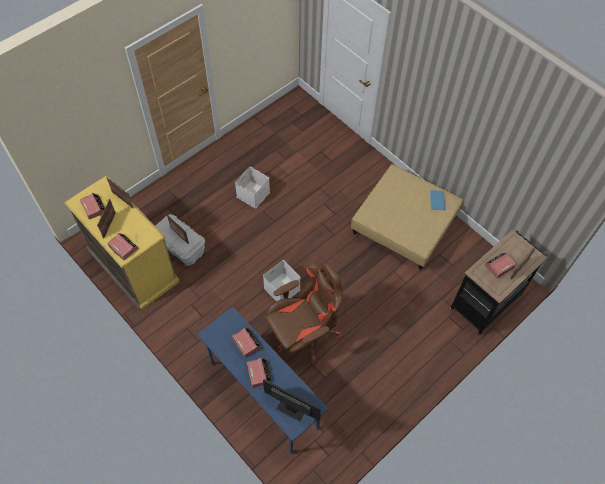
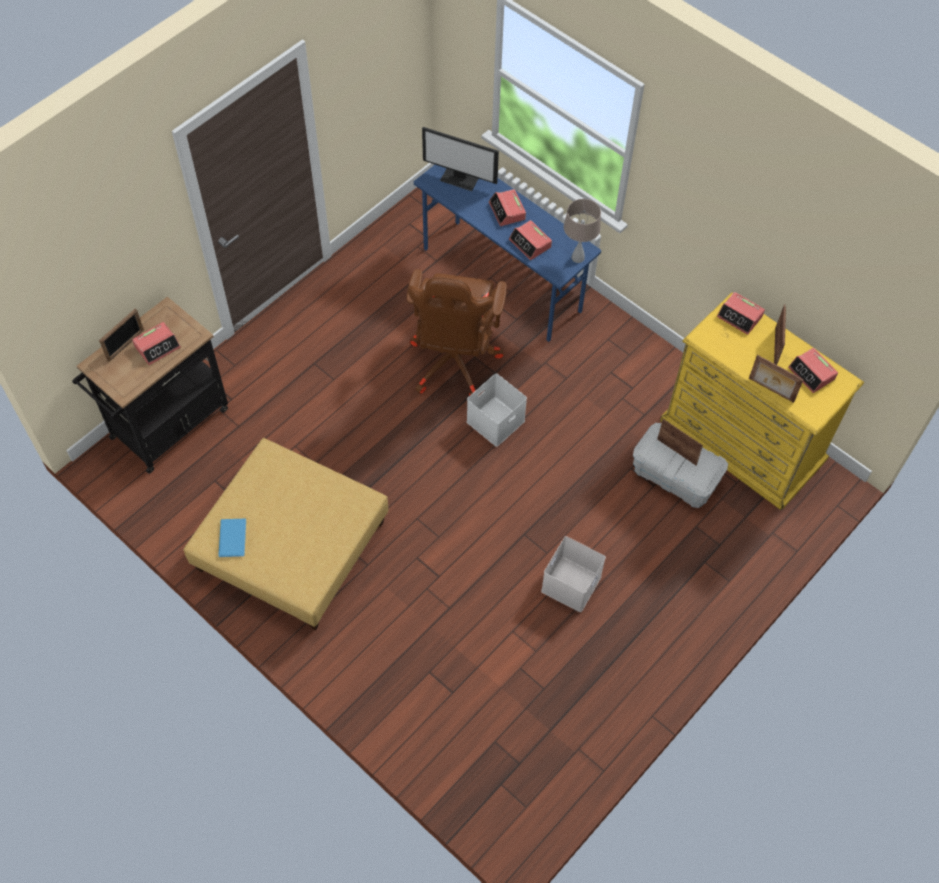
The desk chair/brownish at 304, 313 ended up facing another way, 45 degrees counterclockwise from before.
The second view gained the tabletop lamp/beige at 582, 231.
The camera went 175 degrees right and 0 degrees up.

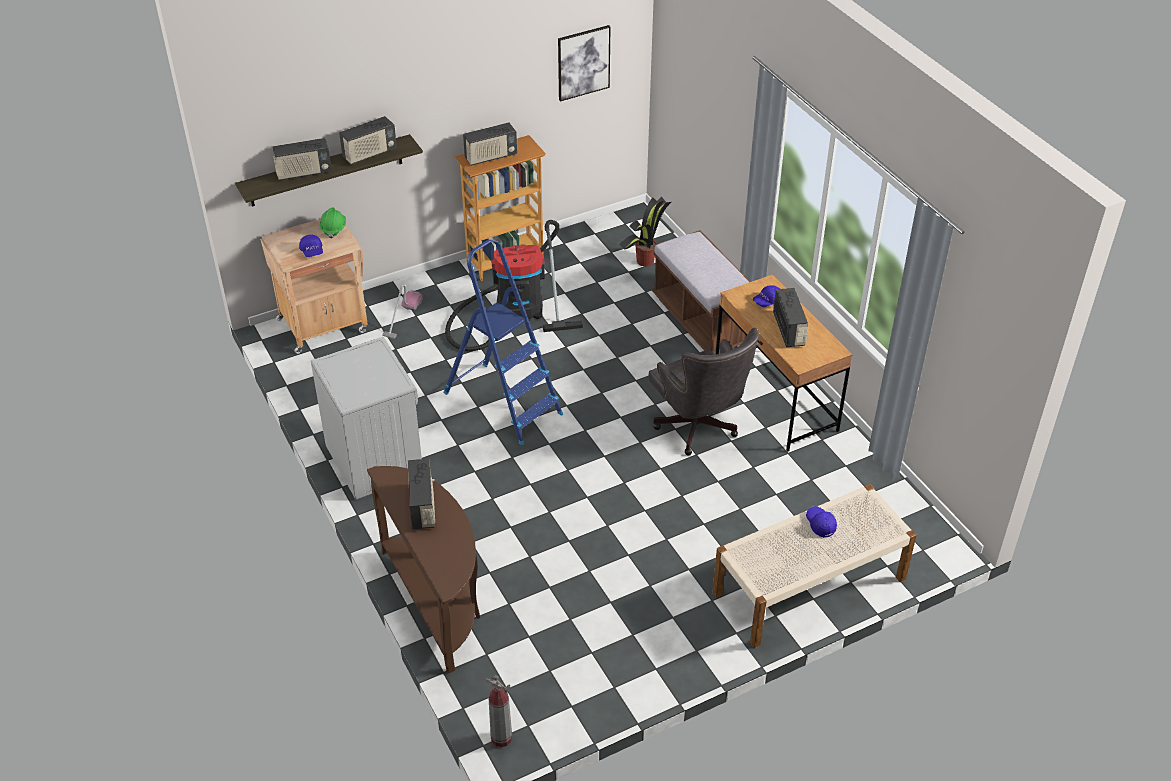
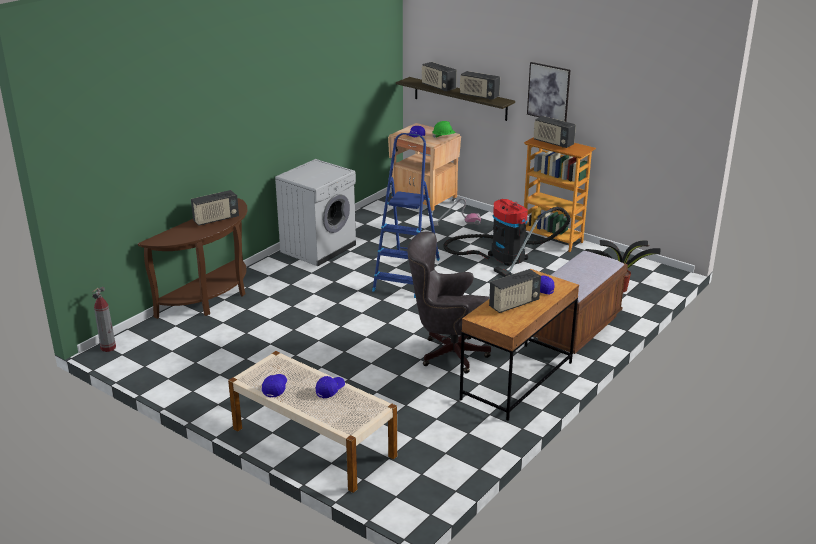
The wall picture ended up elsewhere, having gone from 584, 63 to 549, 92.
The desk chair/gray at 704, 392 ended up facing another way, 60 degrees clockwise from before.
The second view gained the cap/blue at 274, 386.
The camera went 65 degrees right and 15 degrees down.

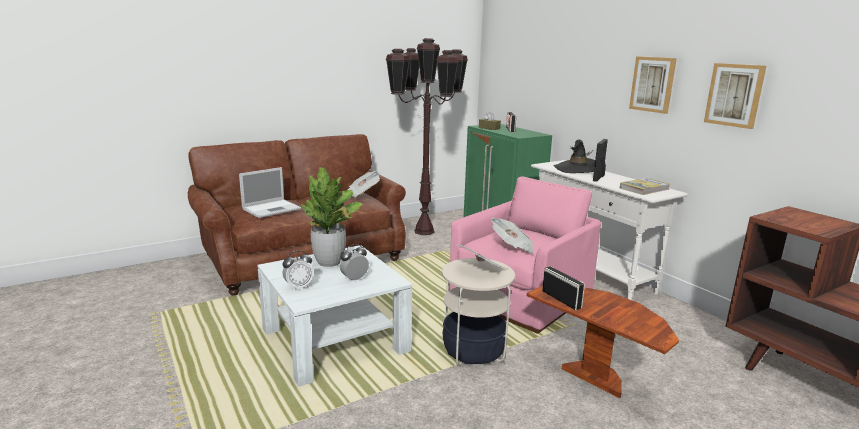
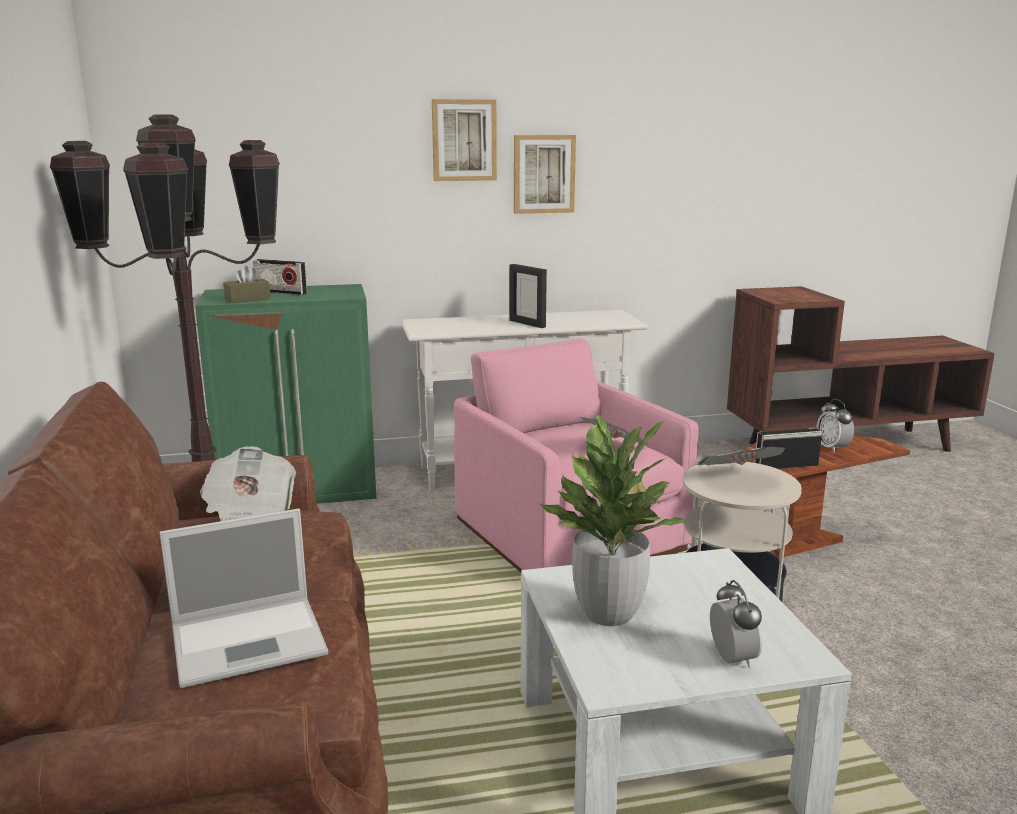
The wall picture ended up elsewhere, having gone from 735, 96 to 464, 140.
The second view lost the clothing hat/blackish at 574, 156.
The laptop at 270, 192 ended up facing another way, 90 degrees clockwise from before.
The second view lost the volume at 645, 186.
The bedside clock ended up elsewhere, having gone from 354, 262 to 835, 426.
The camera went 70 degrees left and 0 degrees up.

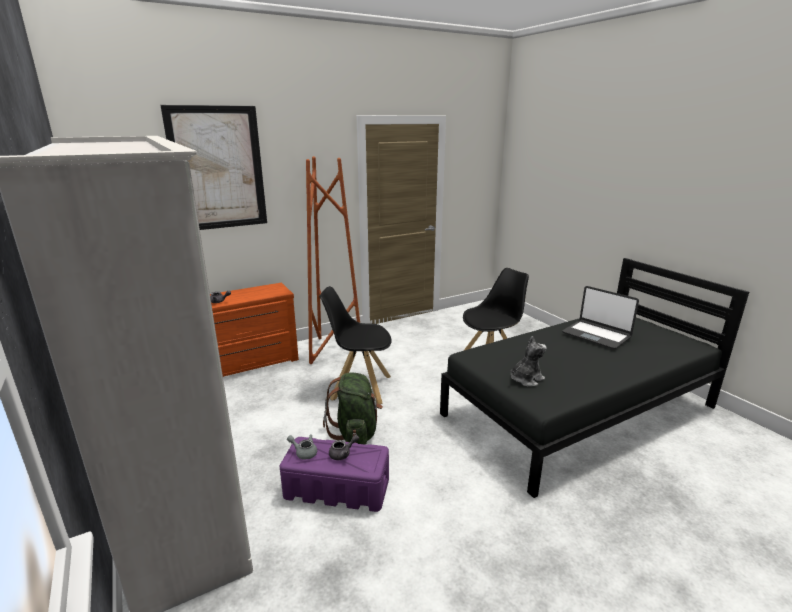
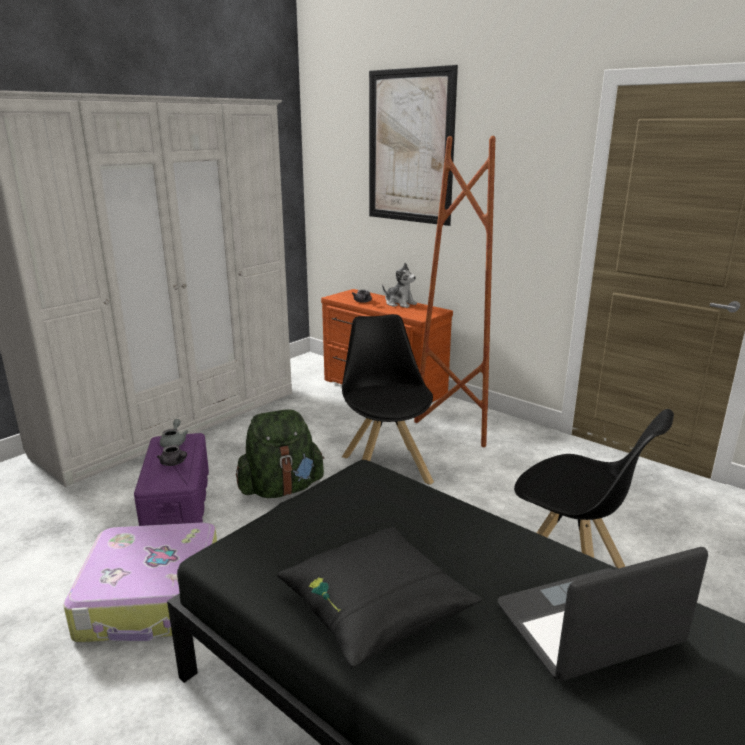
The laptop at 600, 317 ended up facing another way, 45 degrees clockwise from before.
The cuddly toy ended up elsewhere, having gone from 529, 361 to 399, 285.
The second view gained the piece of luggage at 140, 583.
The second view gained the pillow/blackish at 379, 598.
The camera went 70 degrees right and 0 degrees up.

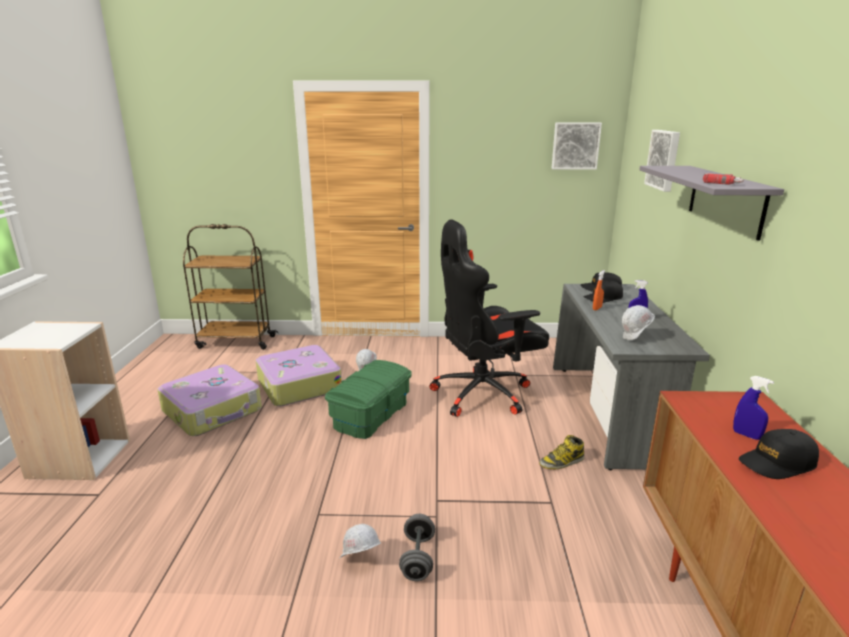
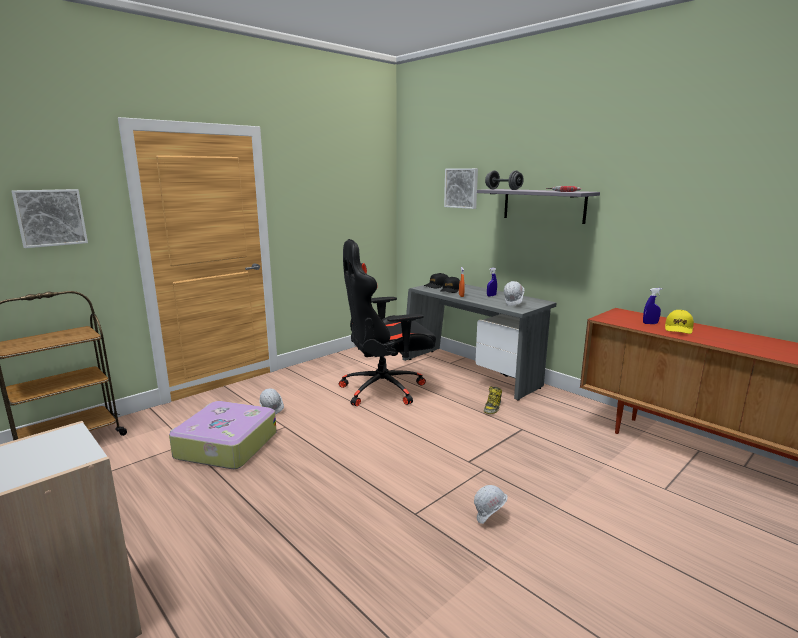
The wall picture ended up elsewhere, having gone from 576, 146 to 49, 218.
The desk chair/blackish at 489, 318 ended up facing another way, 45 degrees clockwise from before.
The second view lost the storage box/greenish at 368, 399.
The second view lost the piece of luggage at 209, 400.
What was the cap/blackish at 779, 454 turned into the cap/yellowish at 679, 322.
The dumbbell/gray ended up elsewhere, having gone from 417, 547 to 504, 180.
The camera went 45 degrees left and 5 degrees down.

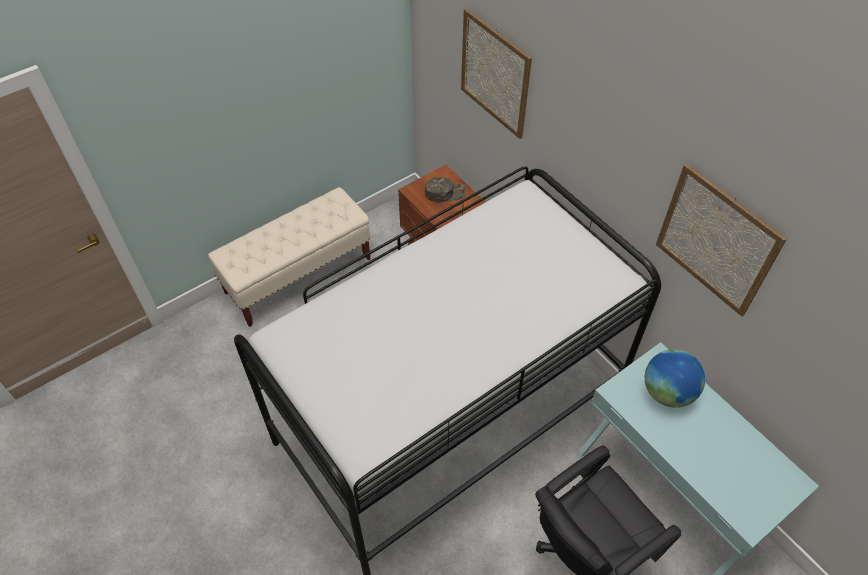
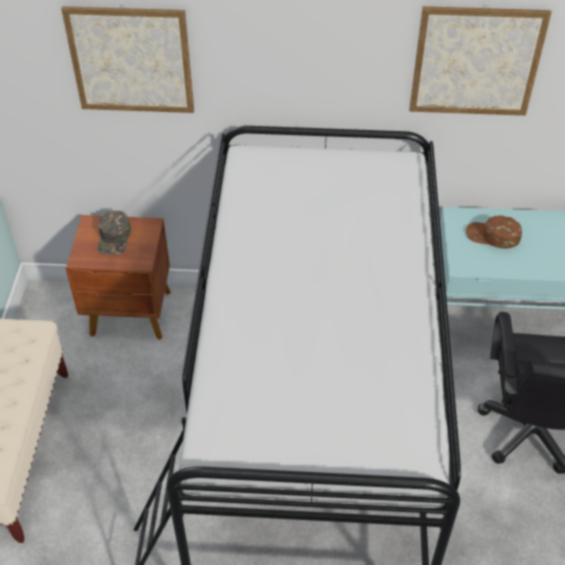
The cap/greenish at 445, 189 ended up facing another way, 150 degrees clockwise from before.
Where the globe stood at 675, 378, the cap/brownish came to stand at 494, 232.
The camera went 50 degrees left and 5 degrees down.

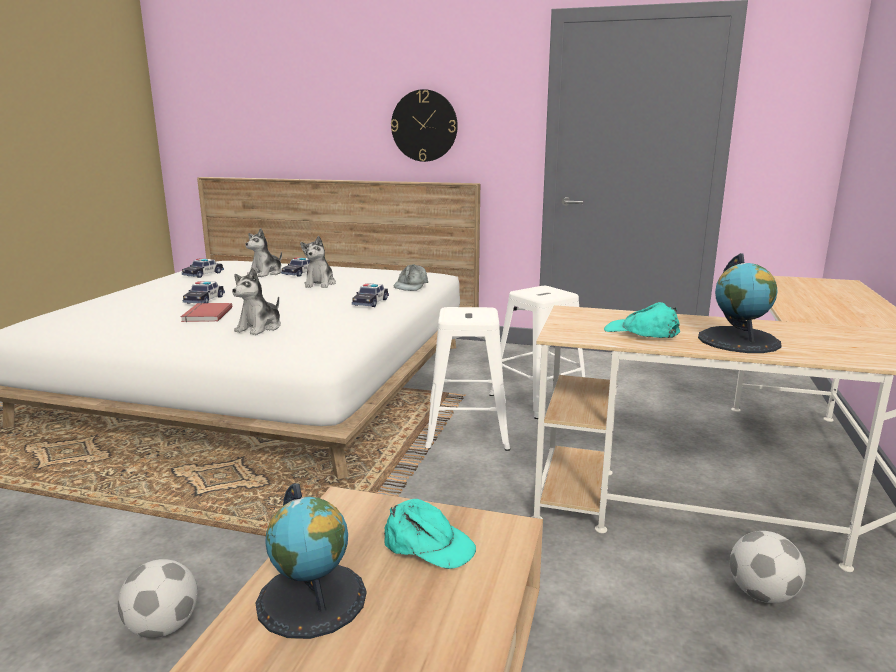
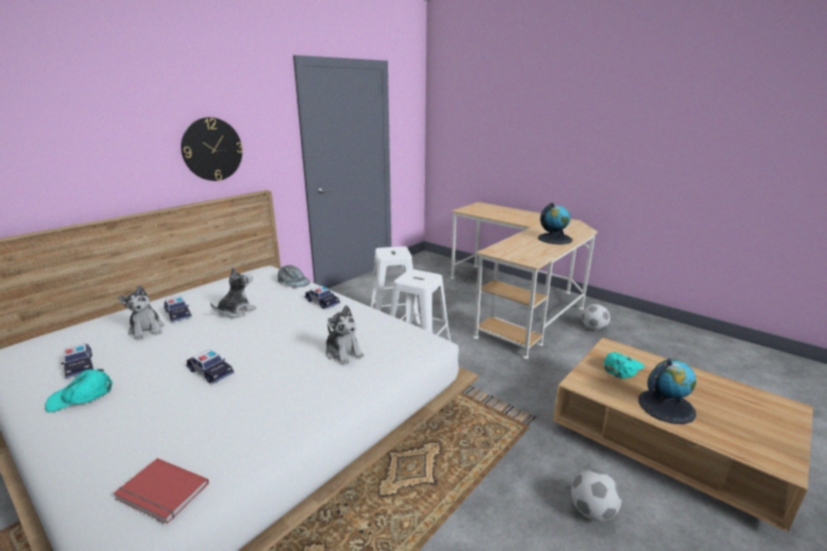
The cuddly toy at 318, 262 ended up facing another way, 75 degrees counterclockwise from before.
The cap/turquoise ended up elsewhere, having gone from 642, 320 to 79, 391.
The volume/red ended up elsewhere, having gone from 206, 312 to 161, 491.
The camera went 65 degrees left and 5 degrees up.

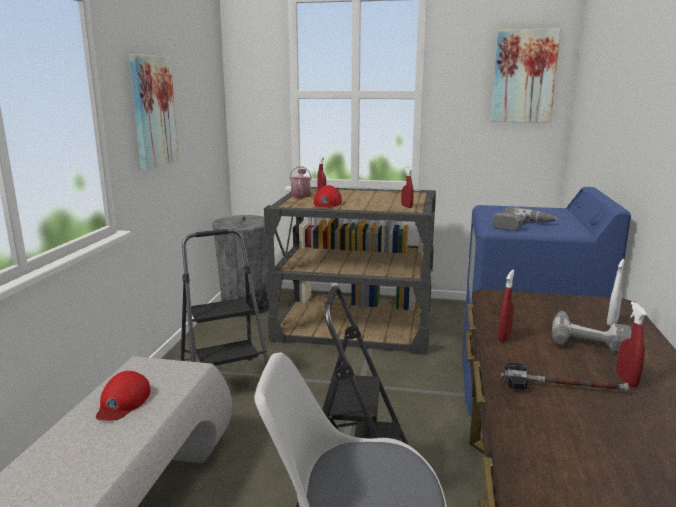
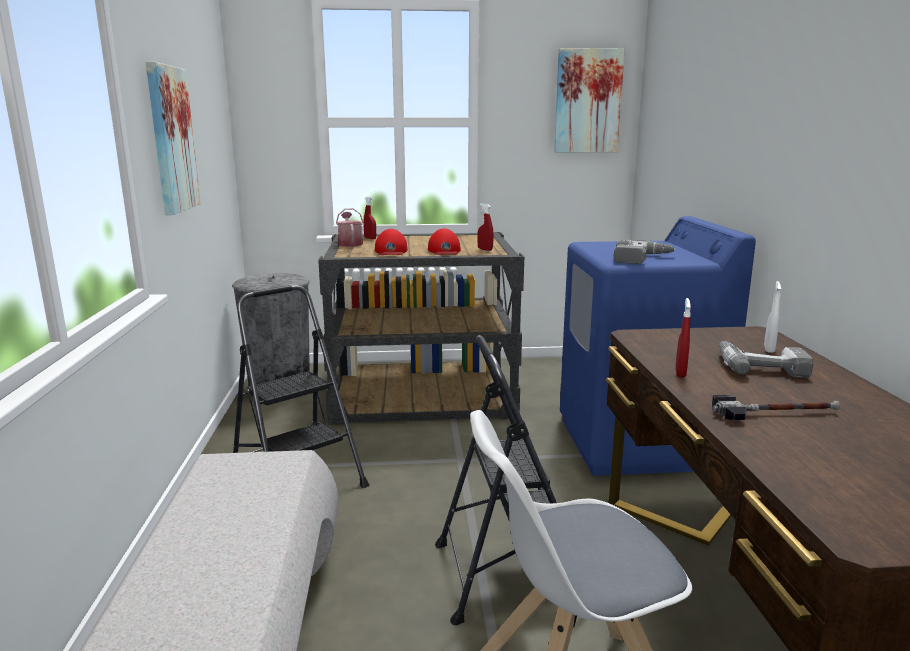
The second view lost the sprayer/red at 632, 344.
The cap/red ended up elsewhere, having gone from 123, 396 to 444, 241.
The camera went 15 degrees left and 0 degrees up.

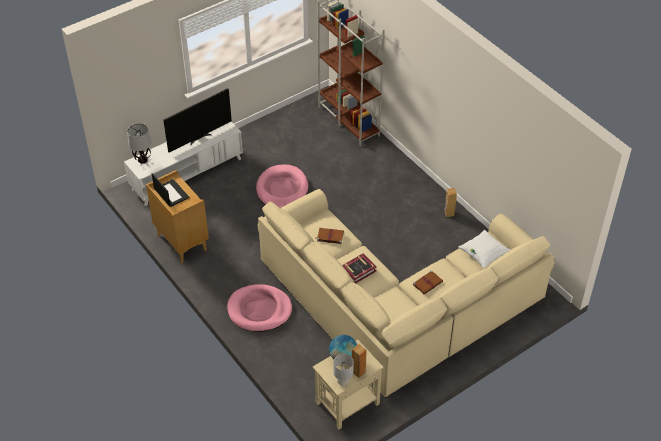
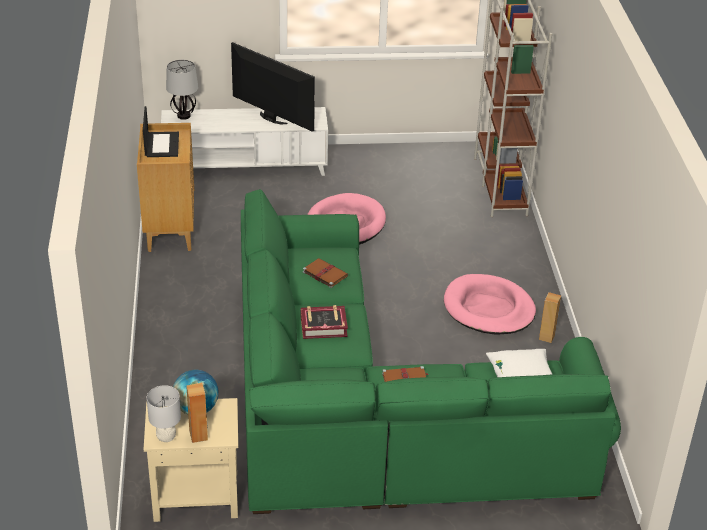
The TV at 197, 120 ended up facing another way, 135 degrees counterclockwise from before.
What was the couch/beige at 406, 293 turned into the couch/greenish at 431, 351.
The pet bed/pink-coloured ended up elsewhere, having gone from 259, 308 to 490, 304.
The camera went 30 degrees right and 10 degrees down.

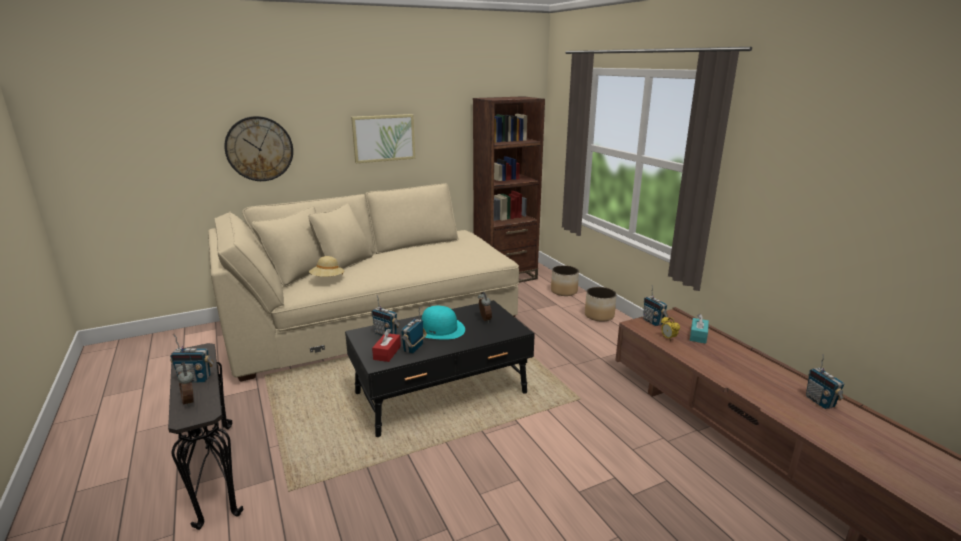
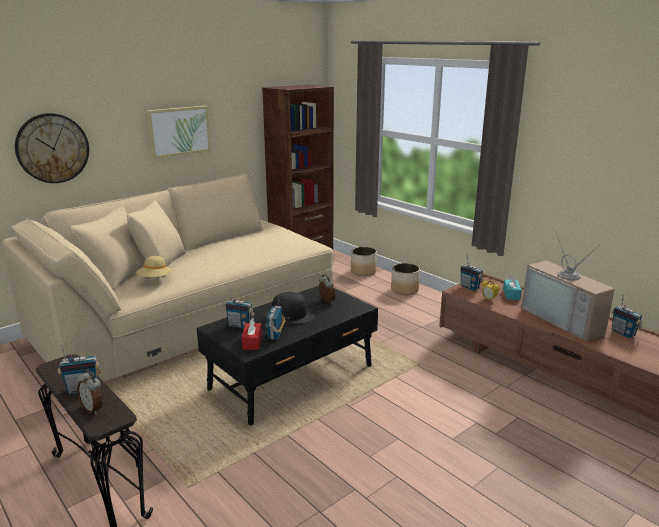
What was the clothing hat/turquoise at 443, 323 turned into the clothing hat/blackish at 289, 308.
The second view gained the TV at 568, 285.
The camera went 15 degrees left and 0 degrees up.

